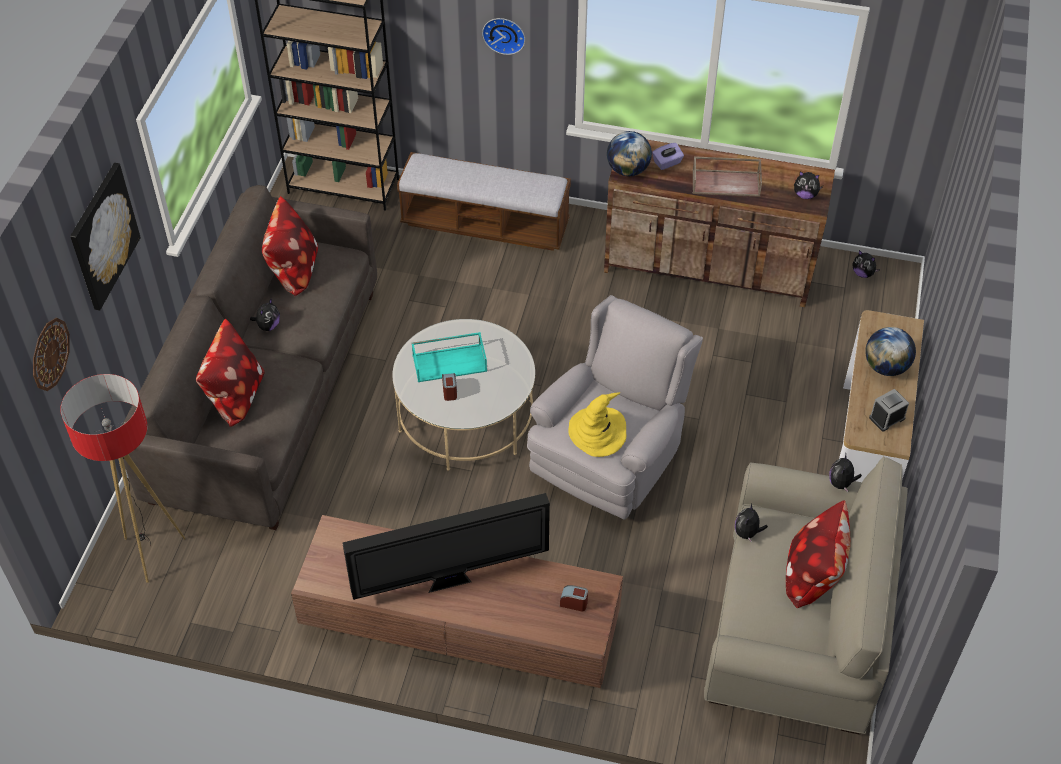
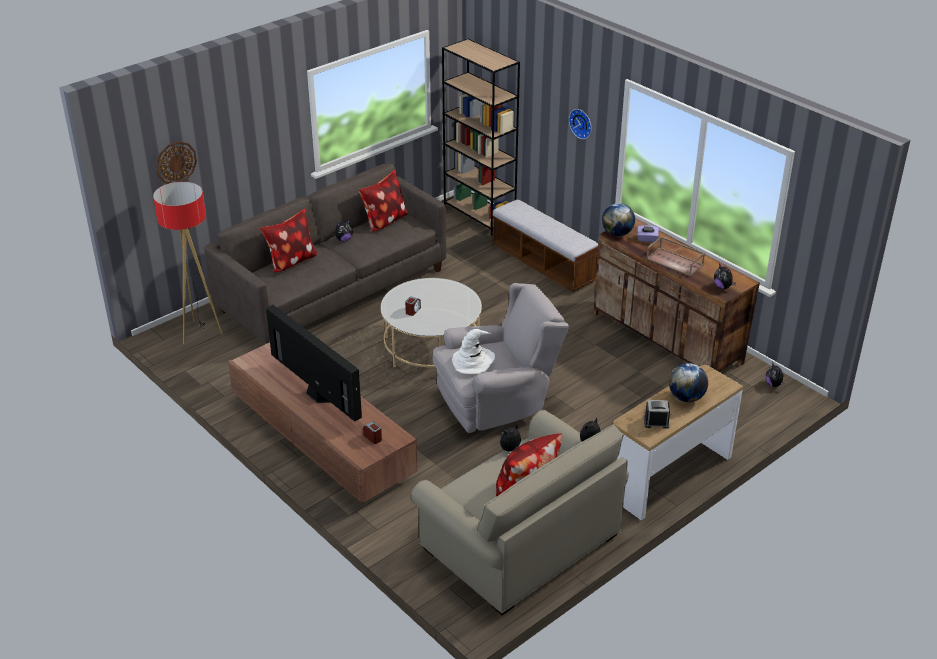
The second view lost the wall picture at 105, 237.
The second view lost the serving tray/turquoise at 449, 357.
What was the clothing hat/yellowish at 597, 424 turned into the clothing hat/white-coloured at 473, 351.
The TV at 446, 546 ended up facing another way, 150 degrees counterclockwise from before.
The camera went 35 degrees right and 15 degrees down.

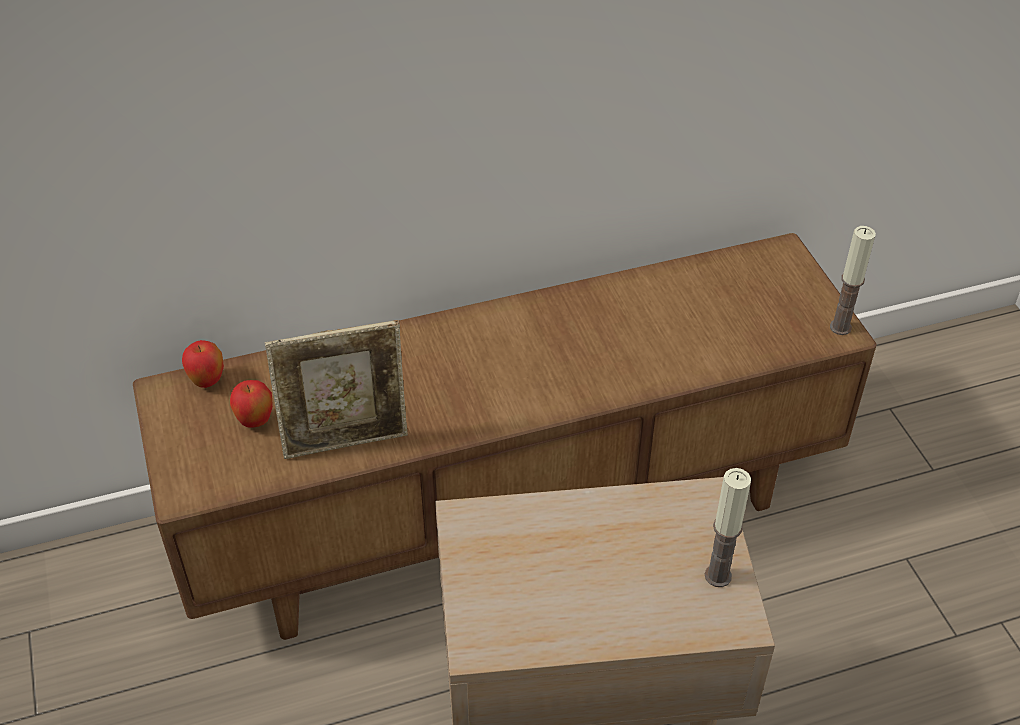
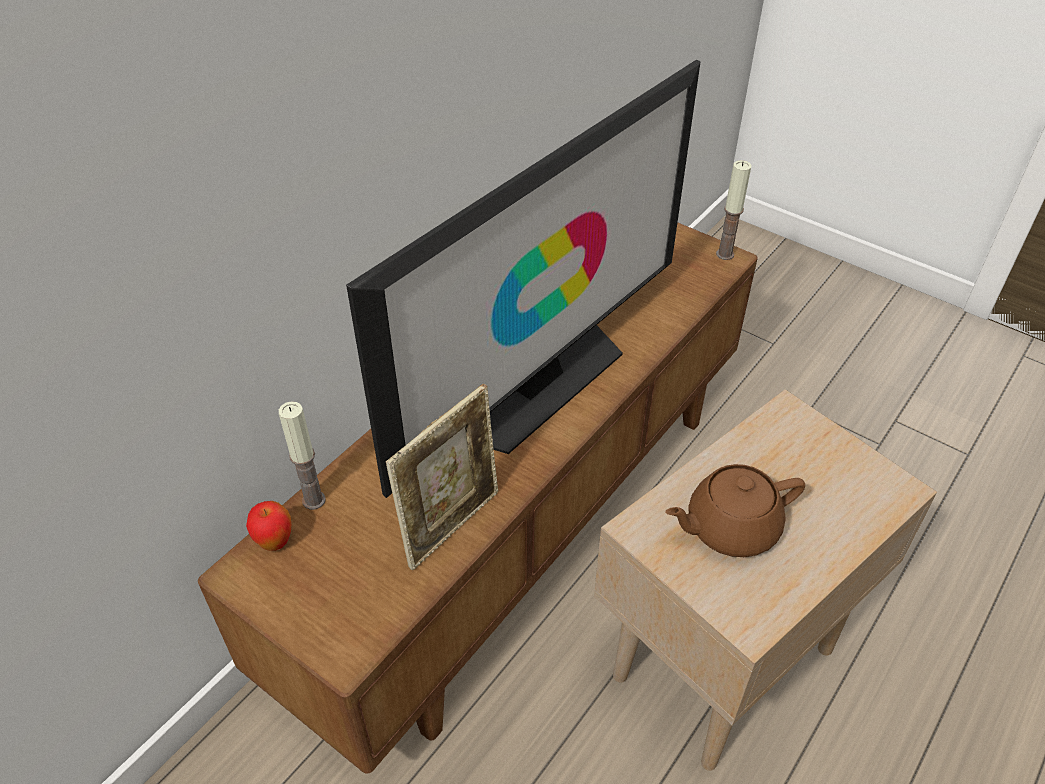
The second view lost the apple fruit at 251, 404.
The wax light ended up elsewhere, having gone from 728, 527 to 302, 455.
The second view gained the TV at 523, 279.
The second view gained the pot for tea/brownish at 735, 510.
The camera went 35 degrees left and 0 degrees up.

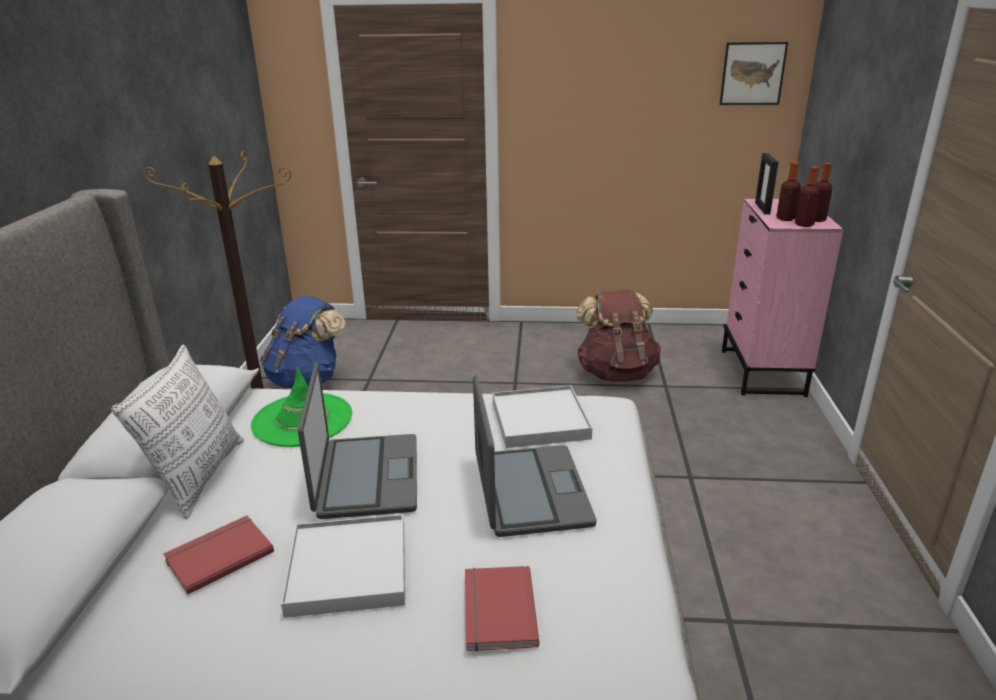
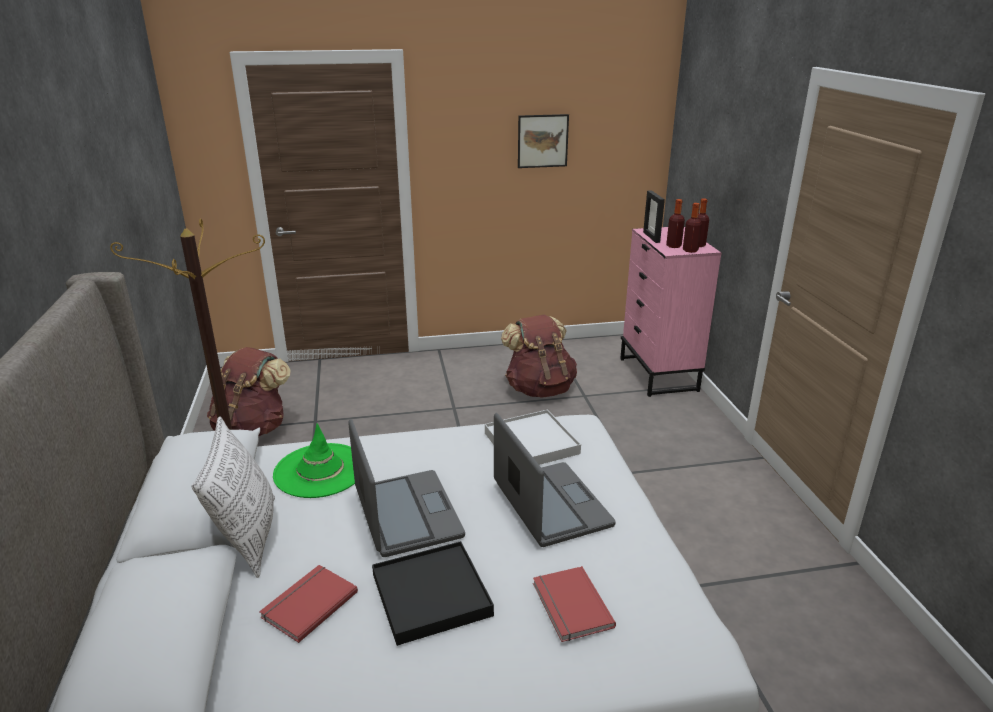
The wall picture ended up elsewhere, having gone from 754, 73 to 543, 141.
What was the rucksack/blue at 303, 341 turned into the rucksack/brownish at 249, 392.
What was the serving tray/white-coloured at 343, 566 turned into the serving tray/blackish at 433, 593.
The camera went 15 degrees left and 0 degrees up.

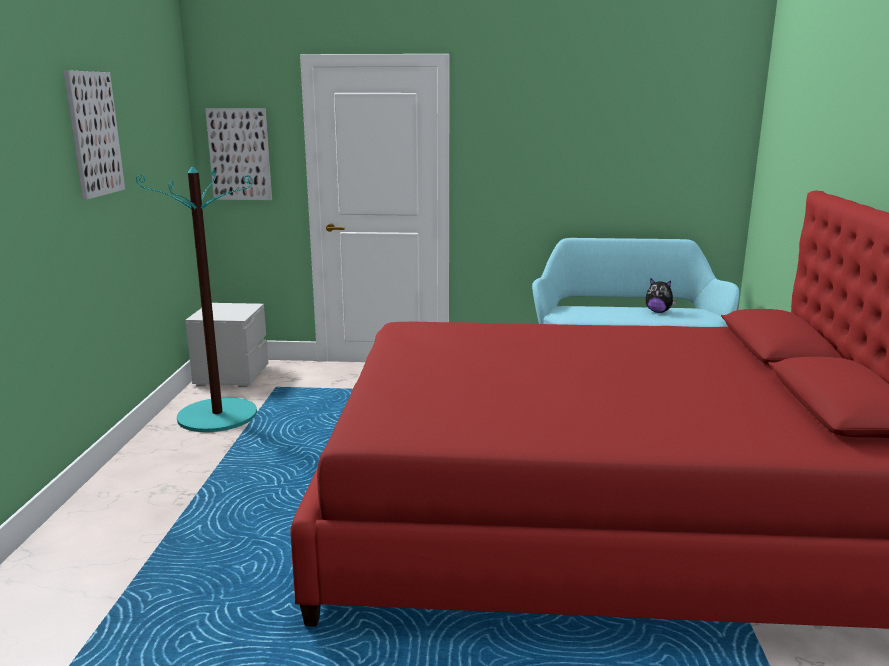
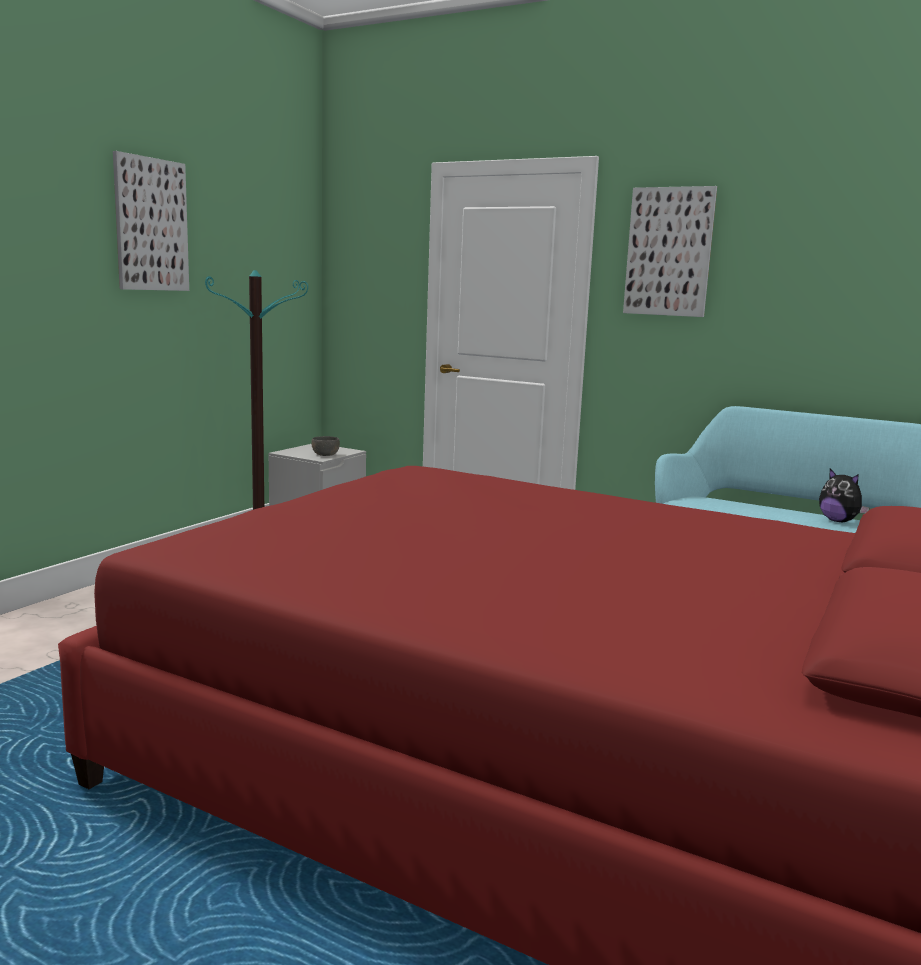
The wall picture ended up elsewhere, having gone from 238, 154 to 670, 251.
The second view gained the deep dish/gray at 325, 446.
The camera went 25 degrees right and 5 degrees down.

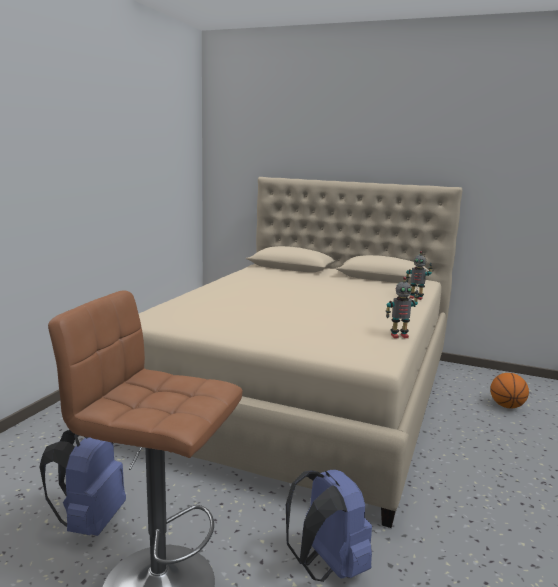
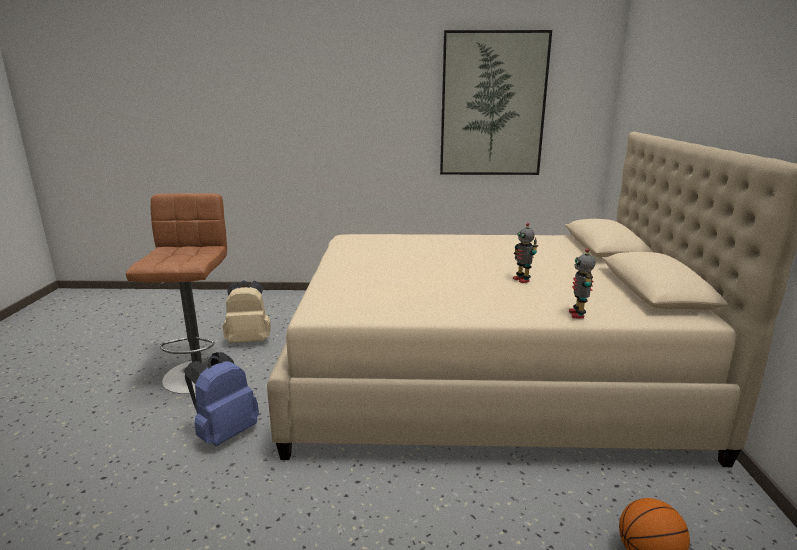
The robot figure ended up elsewhere, having gone from 402, 307 to 525, 253.
What was the rucksack/blue at 83, 483 turned into the rucksack/beige at 247, 311.
The second view gained the wall picture at 496, 102.
The camera went 70 degrees right and 5 degrees up.

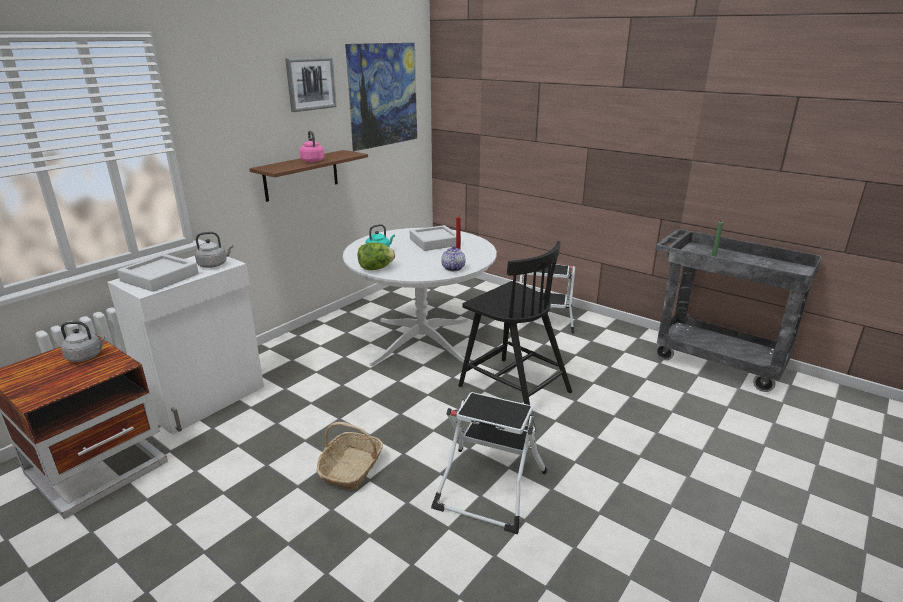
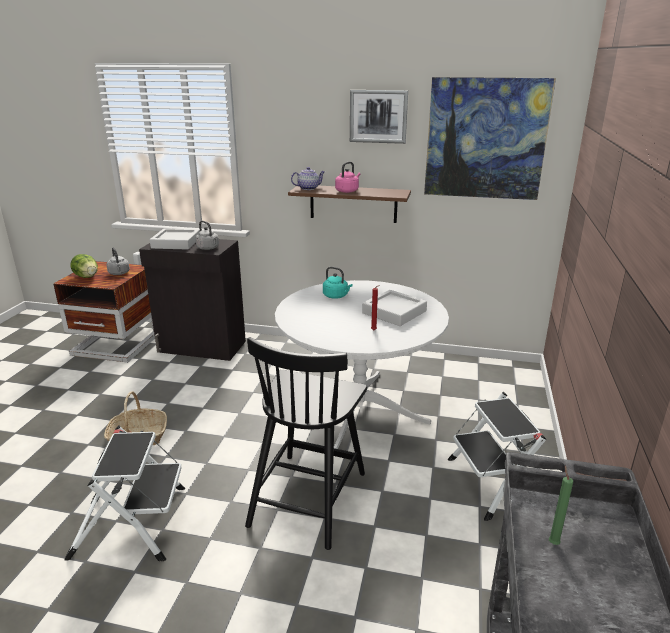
The head of lettuce ended up elsewhere, having gone from 376, 256 to 84, 266.
The pot for tea ended up elsewhere, having gone from 453, 258 to 308, 178.
What was the storage cabinet/white-coloured at 185, 345 turned into the storage cabinet/blackish at 192, 300.
The camera went 65 degrees right and 0 degrees up.

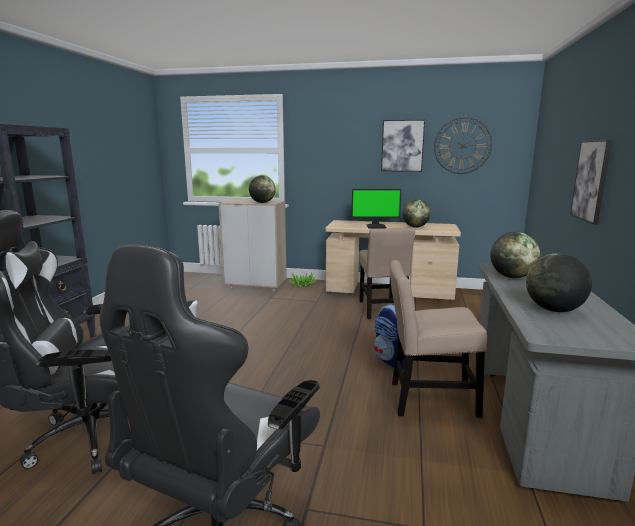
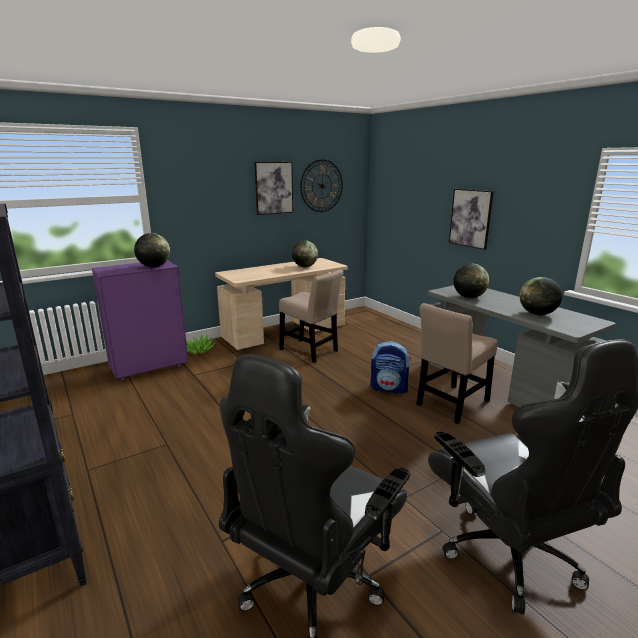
The second view lost the monitor at 376, 209.
What was the storage cabinet/beige at 252, 245 turned into the storage cabinet/purple at 140, 320.
The camera went 45 degrees left and 5 degrees up.

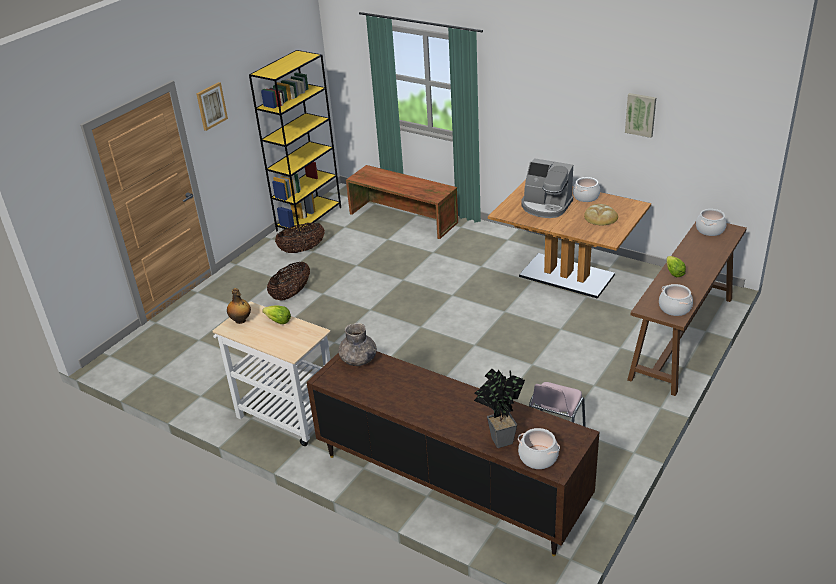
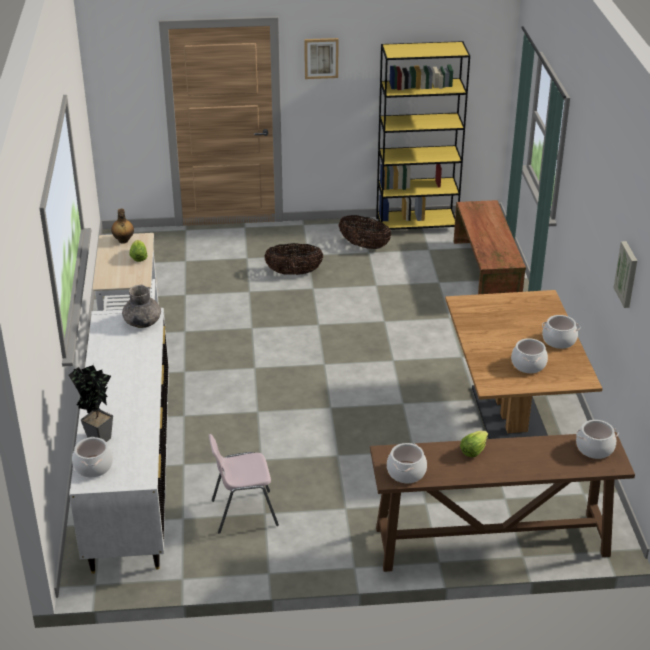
The second view lost the coffee brewer at 547, 188.
Where the bakery bread stood at 601, 215, the cooking pot came to stand at 529, 355.
What was the storage cabinet/brownish at 453, 453 turned into the storage cabinet/white-coloured at 119, 441.
The camera went 50 degrees right and 0 degrees up.

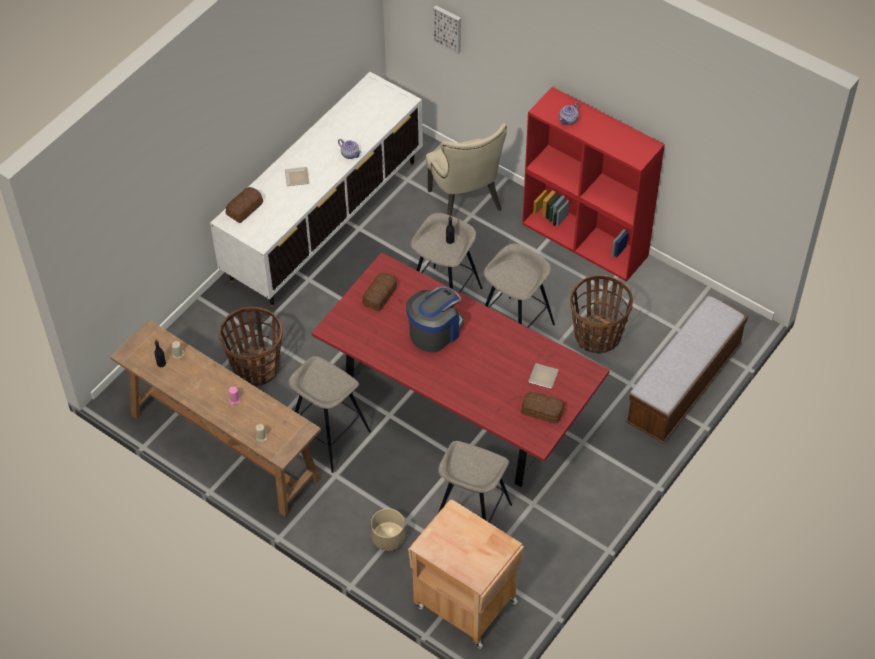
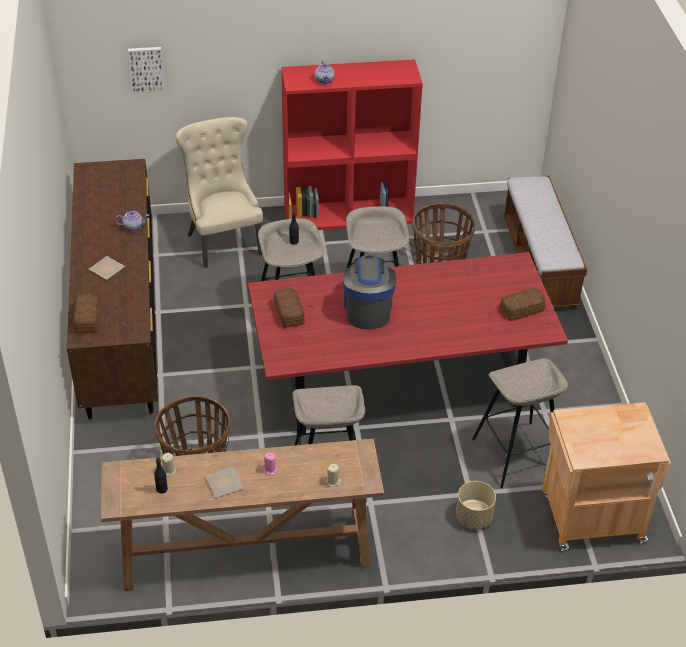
What was the storage cabinet/white-coloured at 316, 189 turned into the storage cabinet/brownish at 112, 290.
The plain chair/beige at 466, 169 ended up facing another way, 135 degrees counterclockwise from before.
The plate ended up elsewhere, having gone from 543, 376 to 224, 481.
The camera went 45 degrees left and 10 degrees down.

